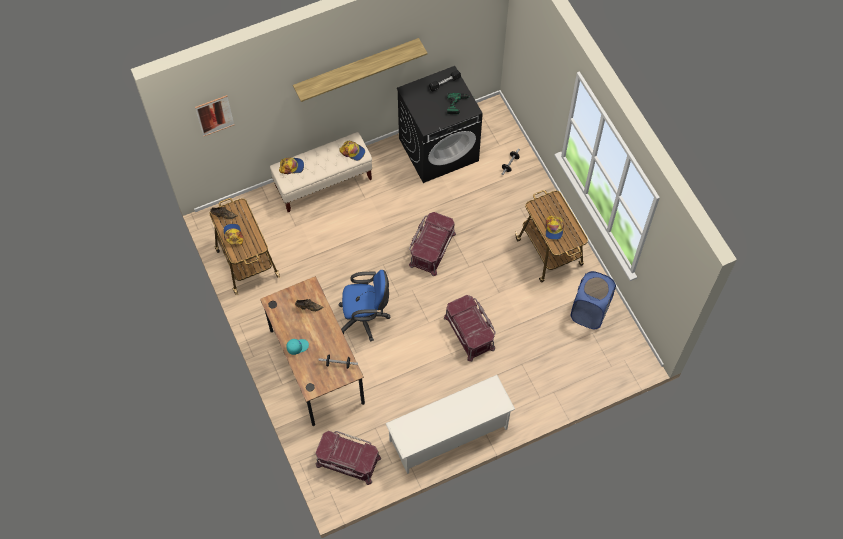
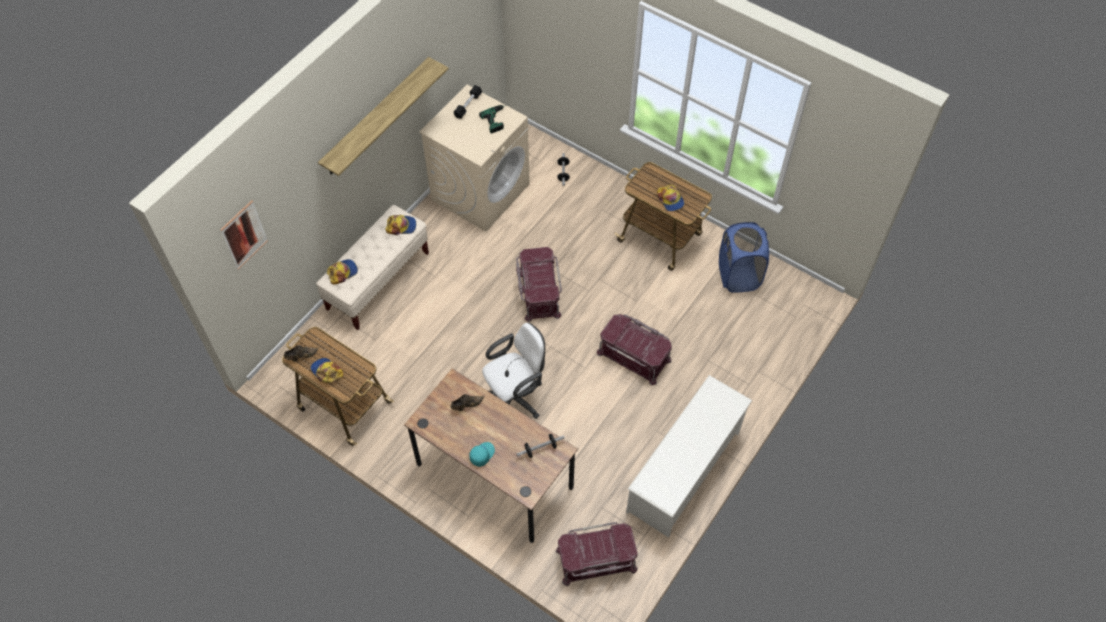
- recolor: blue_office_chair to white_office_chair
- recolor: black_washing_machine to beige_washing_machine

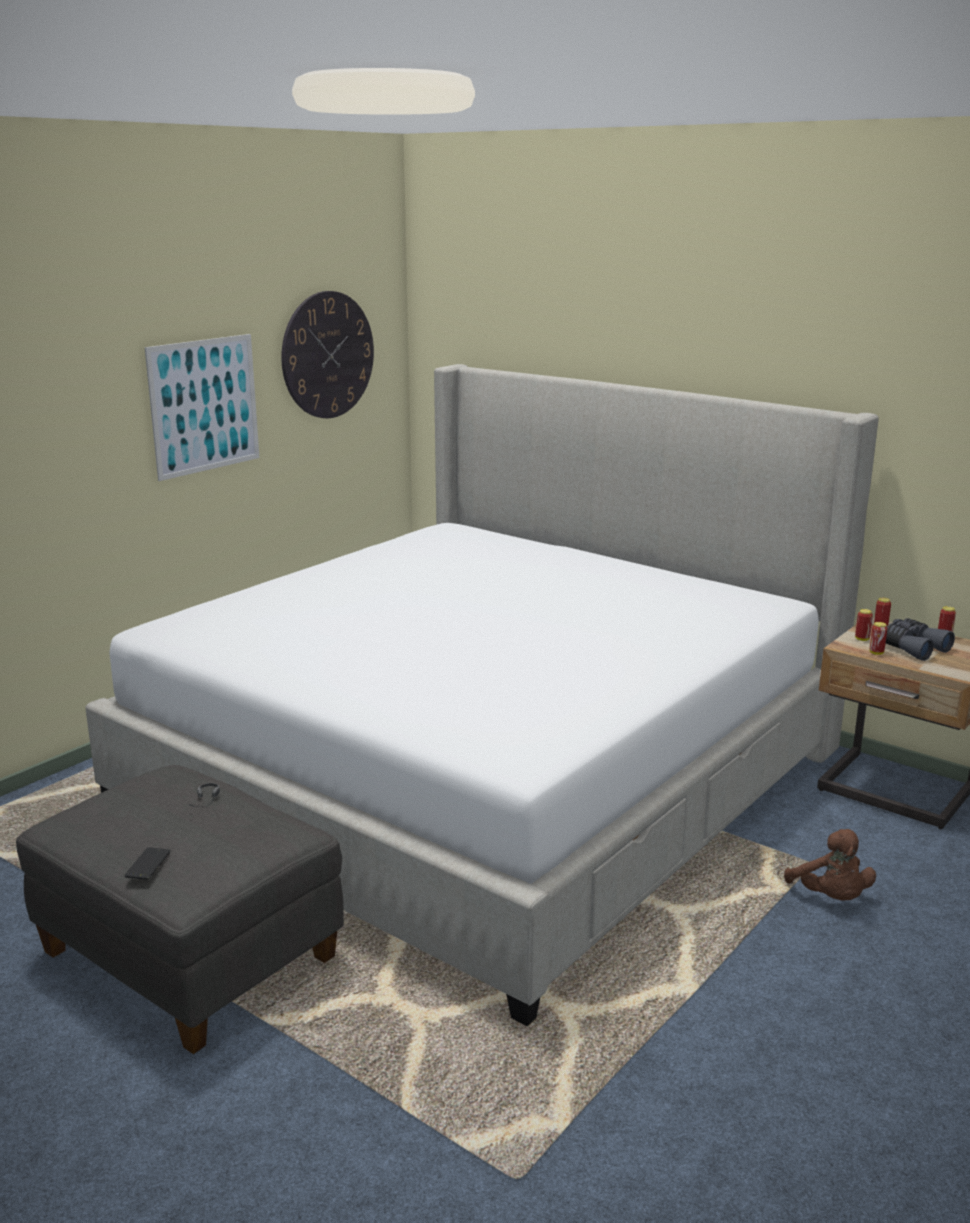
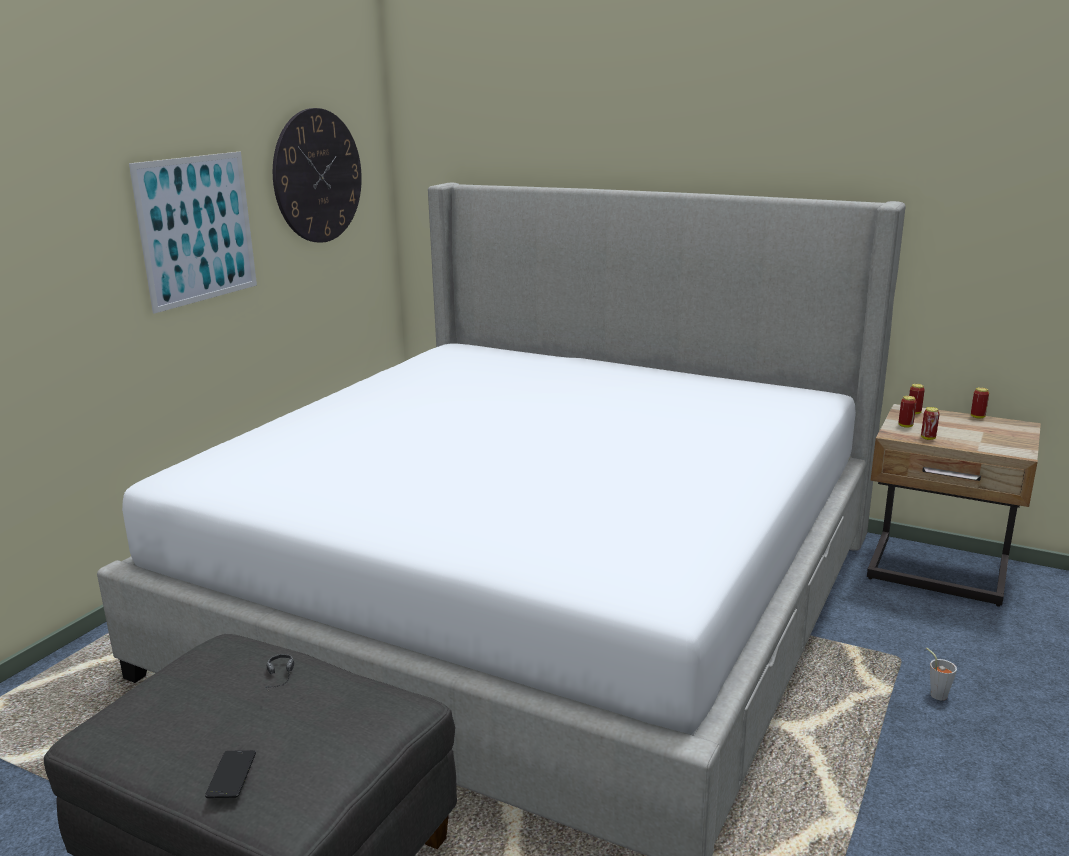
- replace: brown_plush_toy to grey_cup
- delete: grey_binoculars

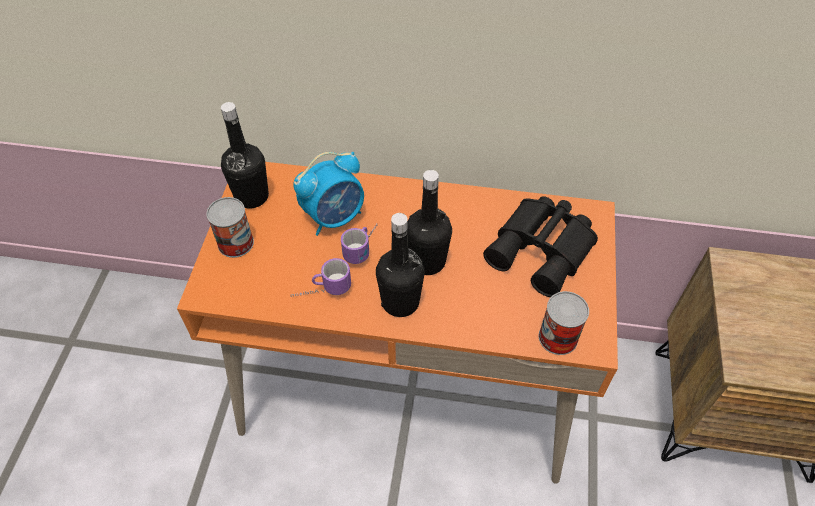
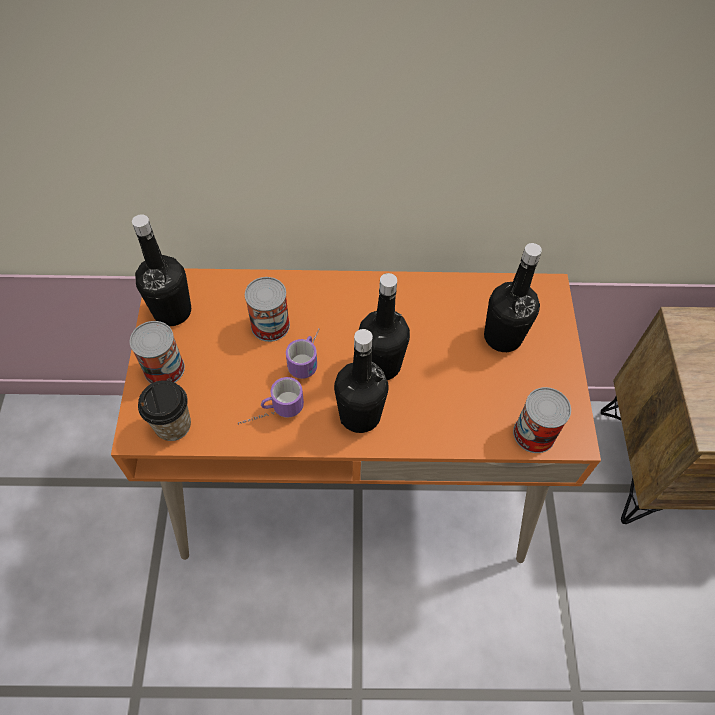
- replace: alarm_clock to can (2nd from left)
- replace: black_binoculars to black_bottle (4th from left)
- insert: cup

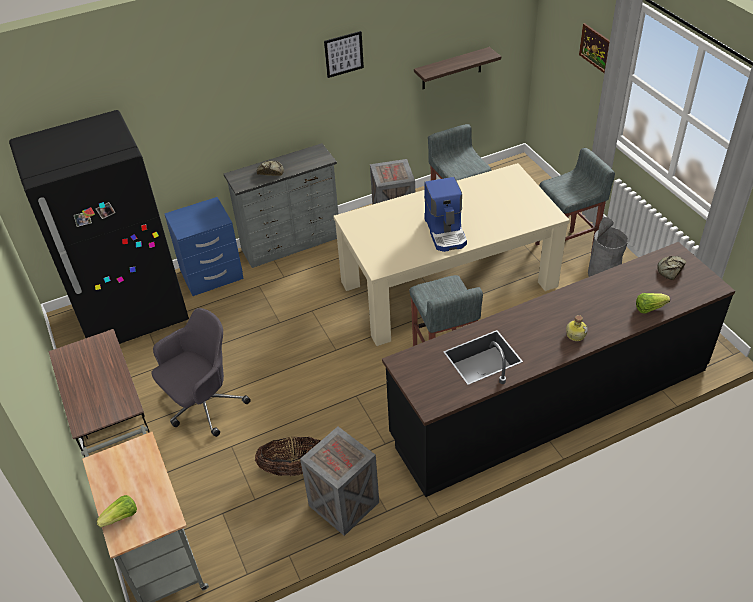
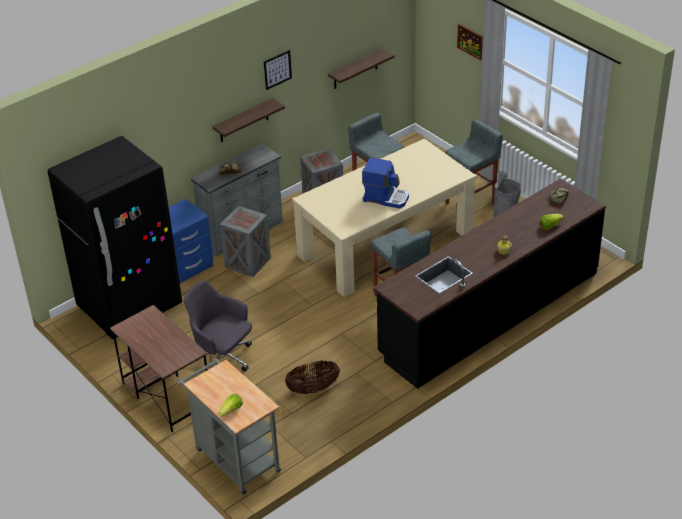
- rotate: grey_office_chair 90 degrees counterclockwise
- move: crate (1st from left)
- rotate: coffee_machine 45 degrees counterclockwise
- insert: shelf (1st from left)

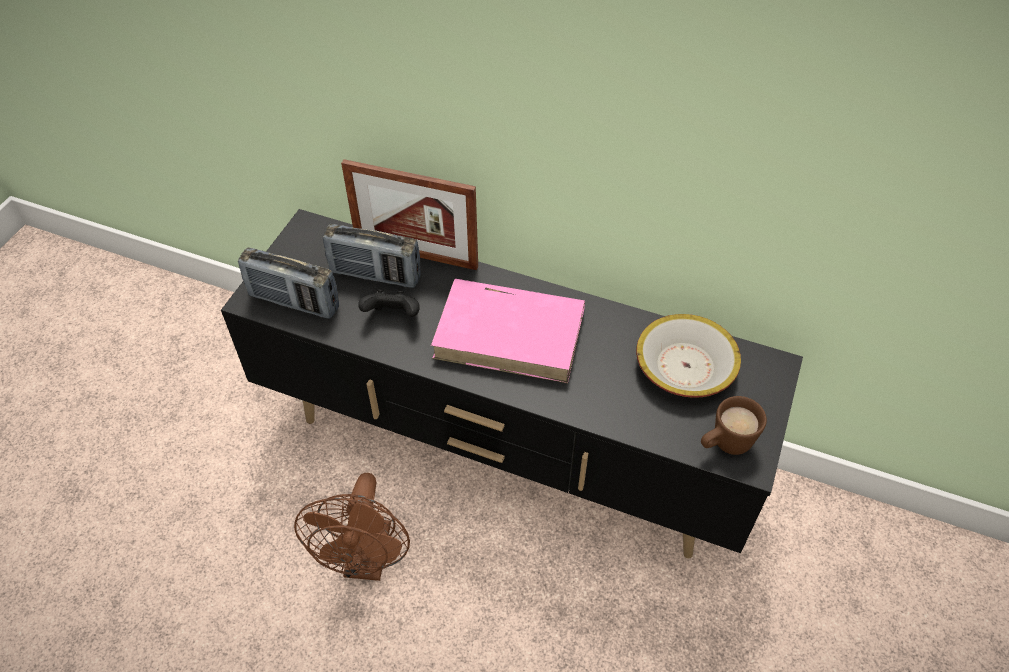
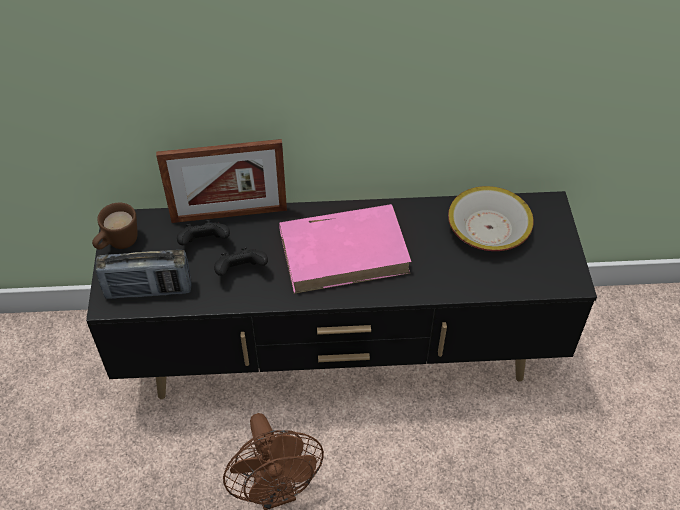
- replace: radio (2nd from left) to black_game_controller (1st from left)
- move: brown_mug

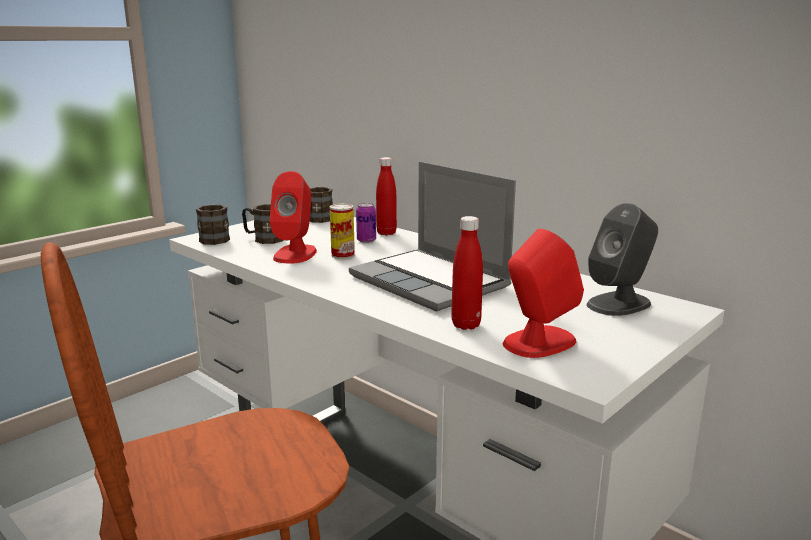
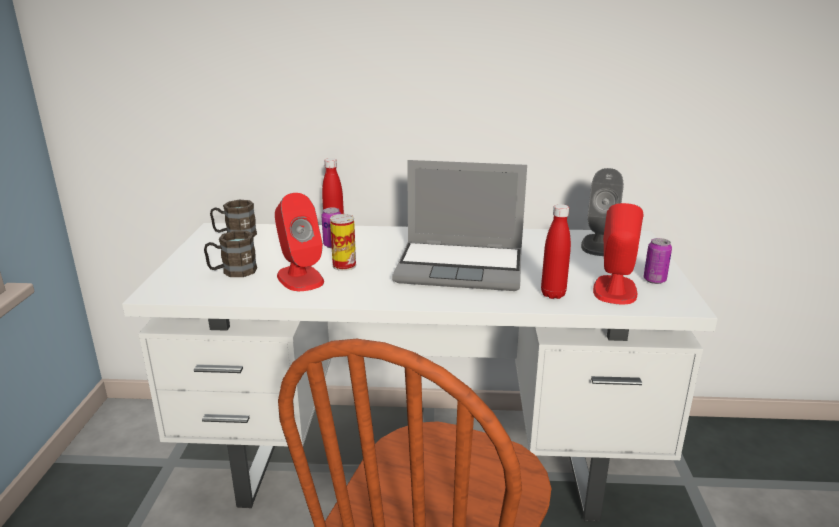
- delete: brown_mug (1st from left)
- insert: can (3rd from left)

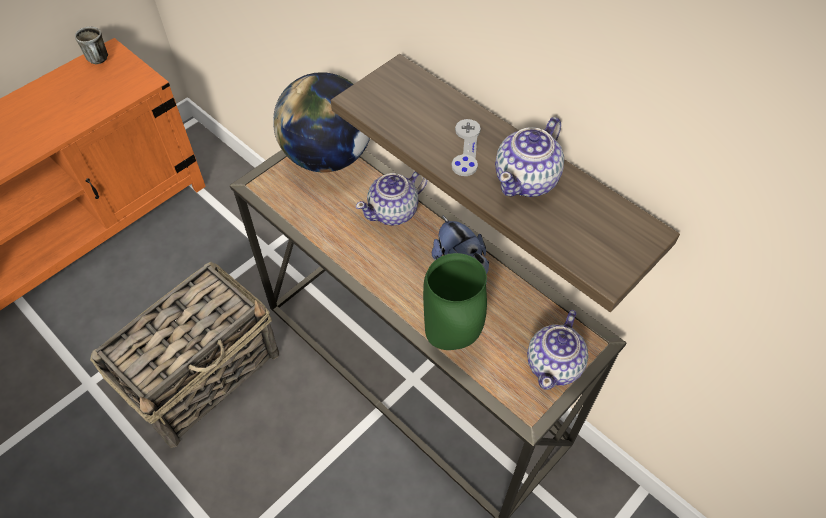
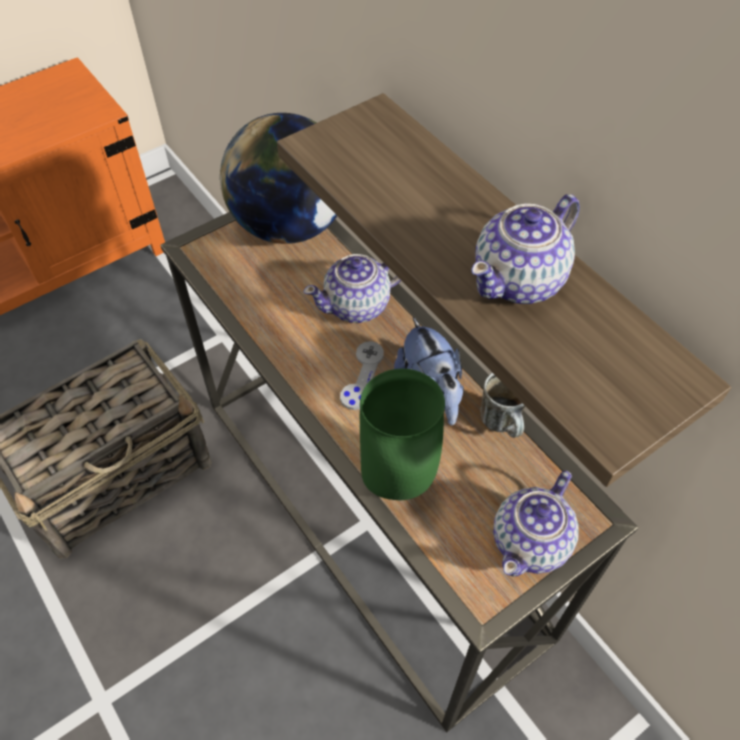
- move: mug
- move: grey_game_controller

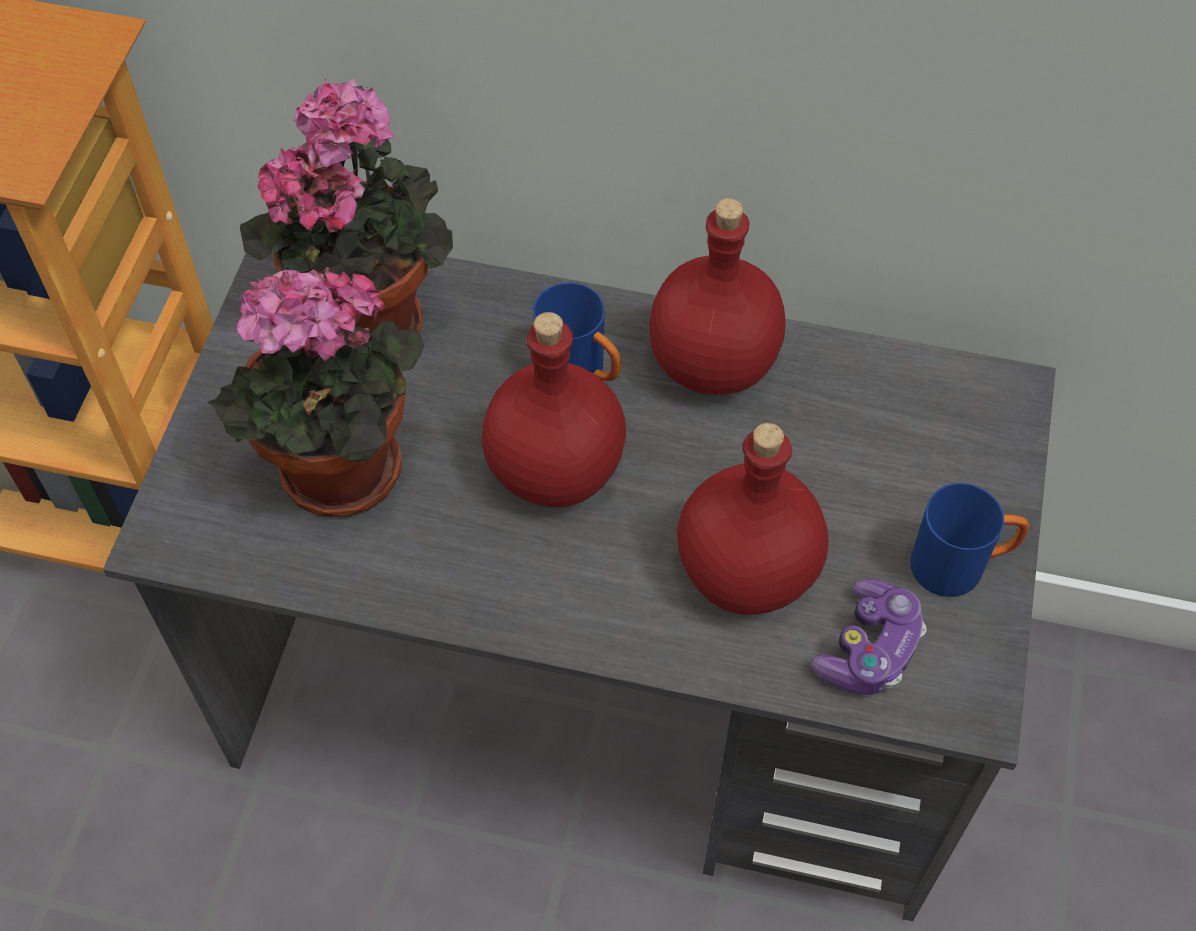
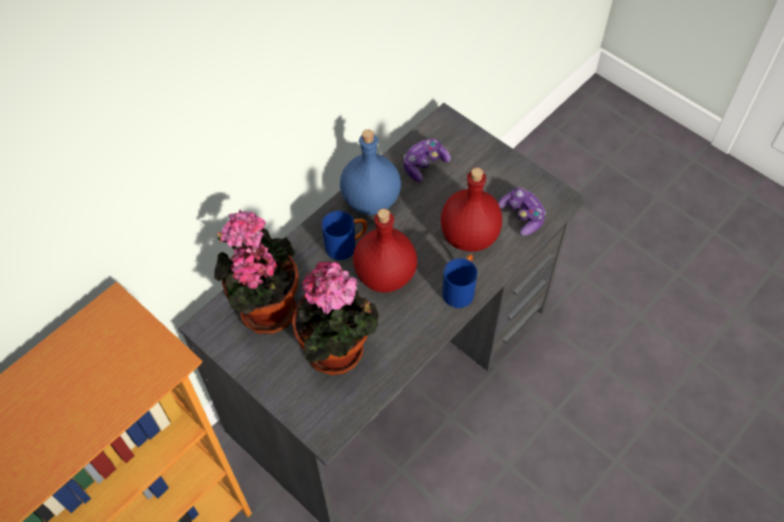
- recolor: red_bottle (2nd from left) to blue_bottle
- move: blue_mug (2nd from left)
- insert: game_controller (1st from left)

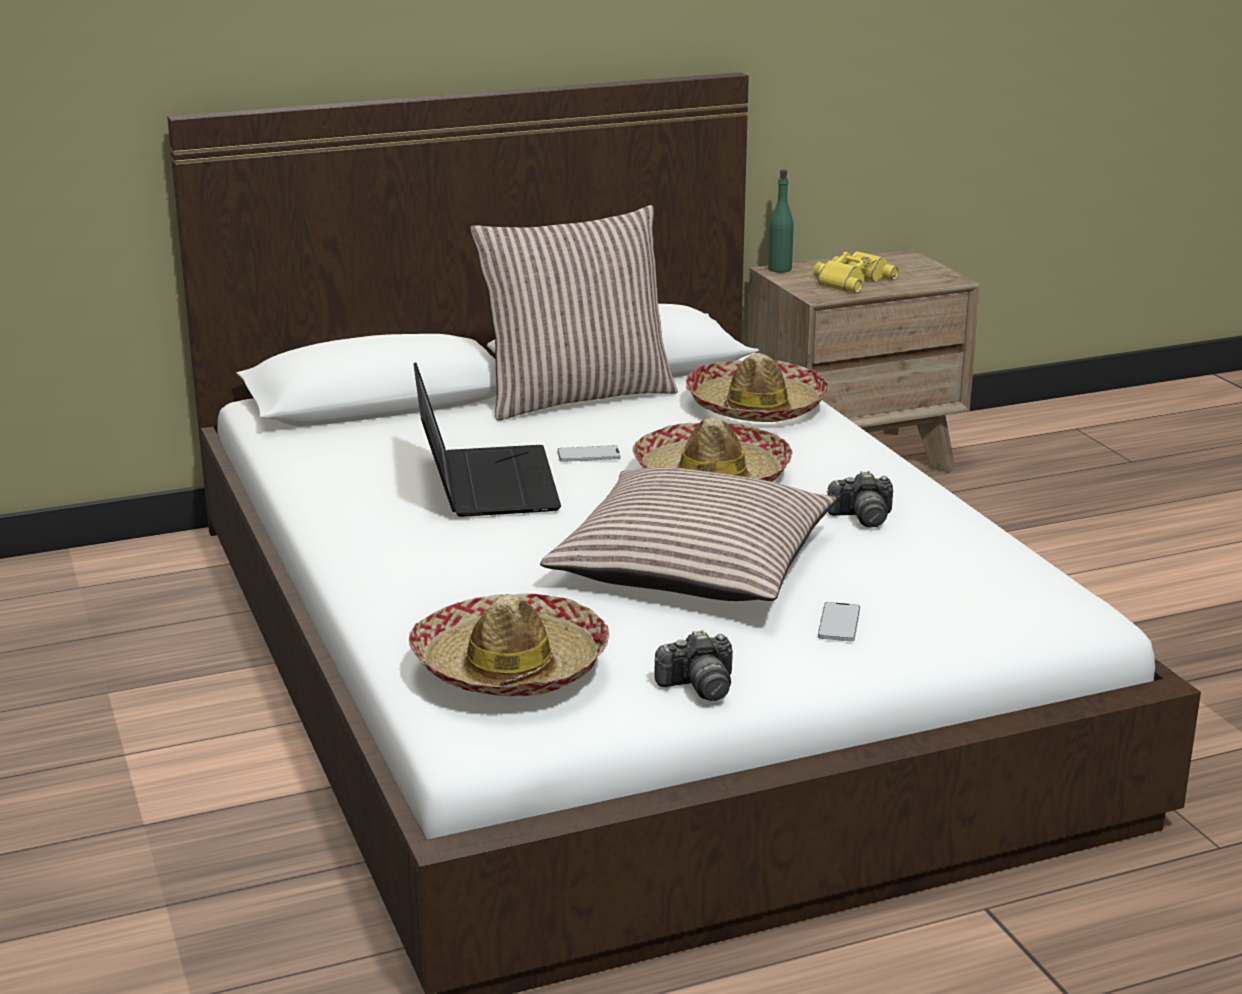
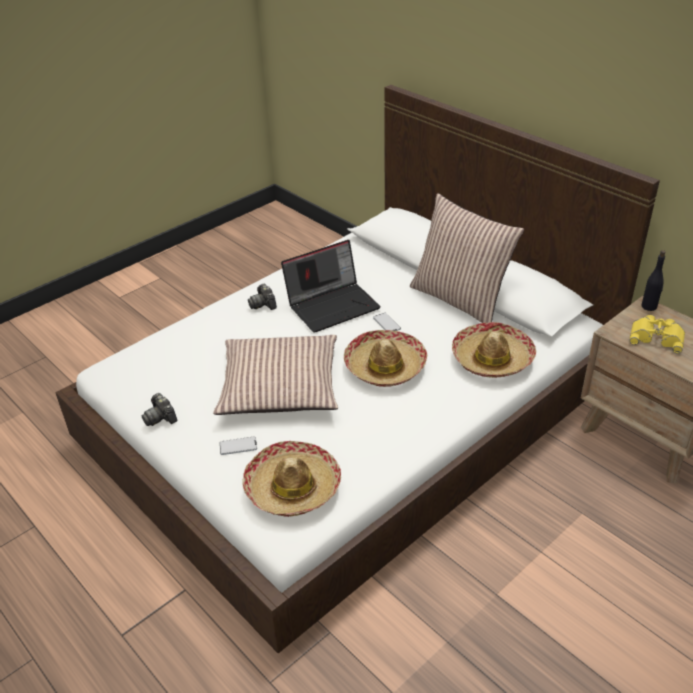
- move: hat (1st from left)
- recolor: green_bottle to black_bottle
- move: photo_camera (2nd from left)

